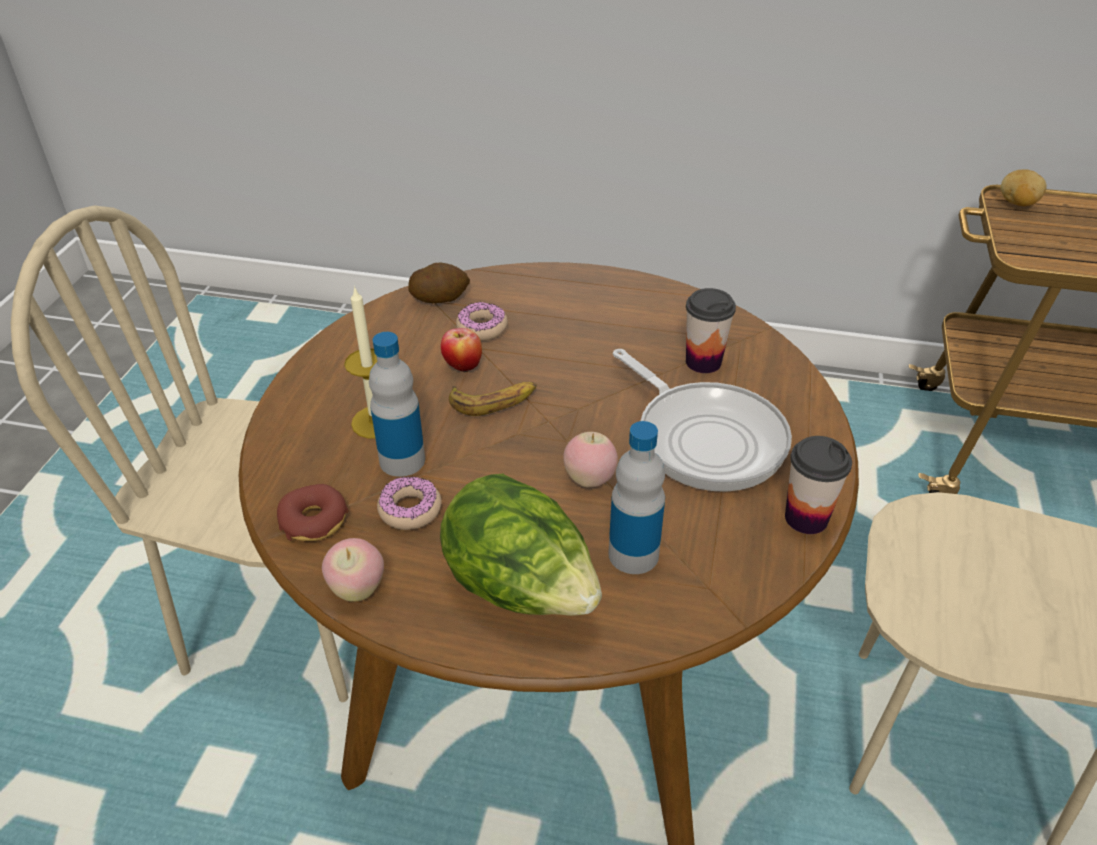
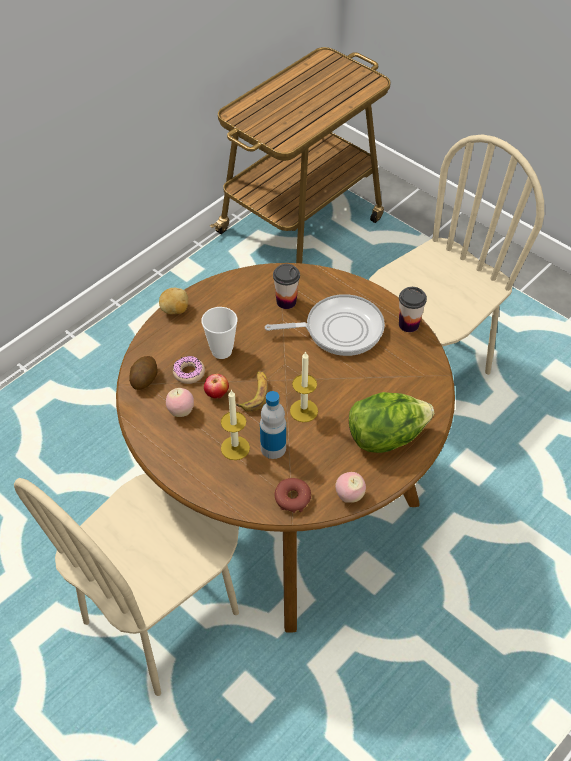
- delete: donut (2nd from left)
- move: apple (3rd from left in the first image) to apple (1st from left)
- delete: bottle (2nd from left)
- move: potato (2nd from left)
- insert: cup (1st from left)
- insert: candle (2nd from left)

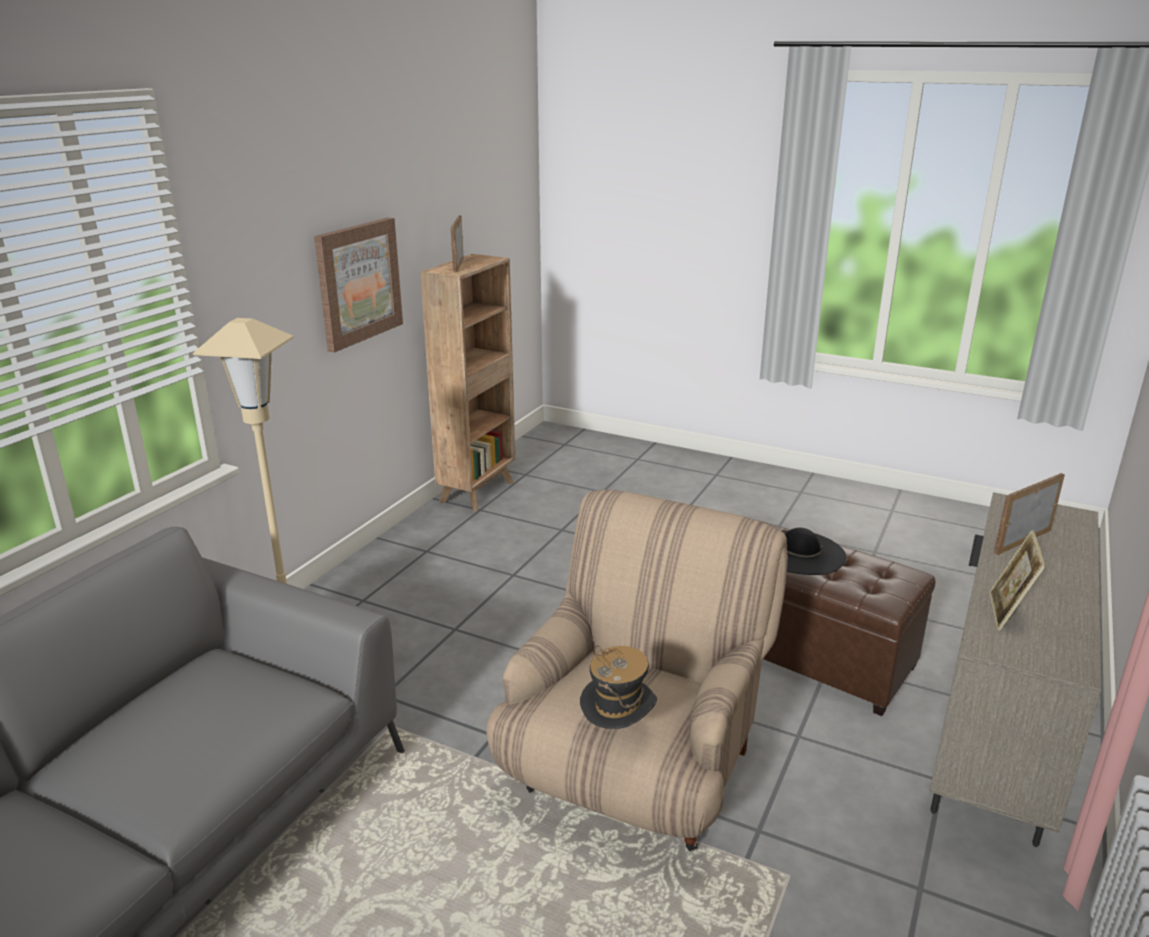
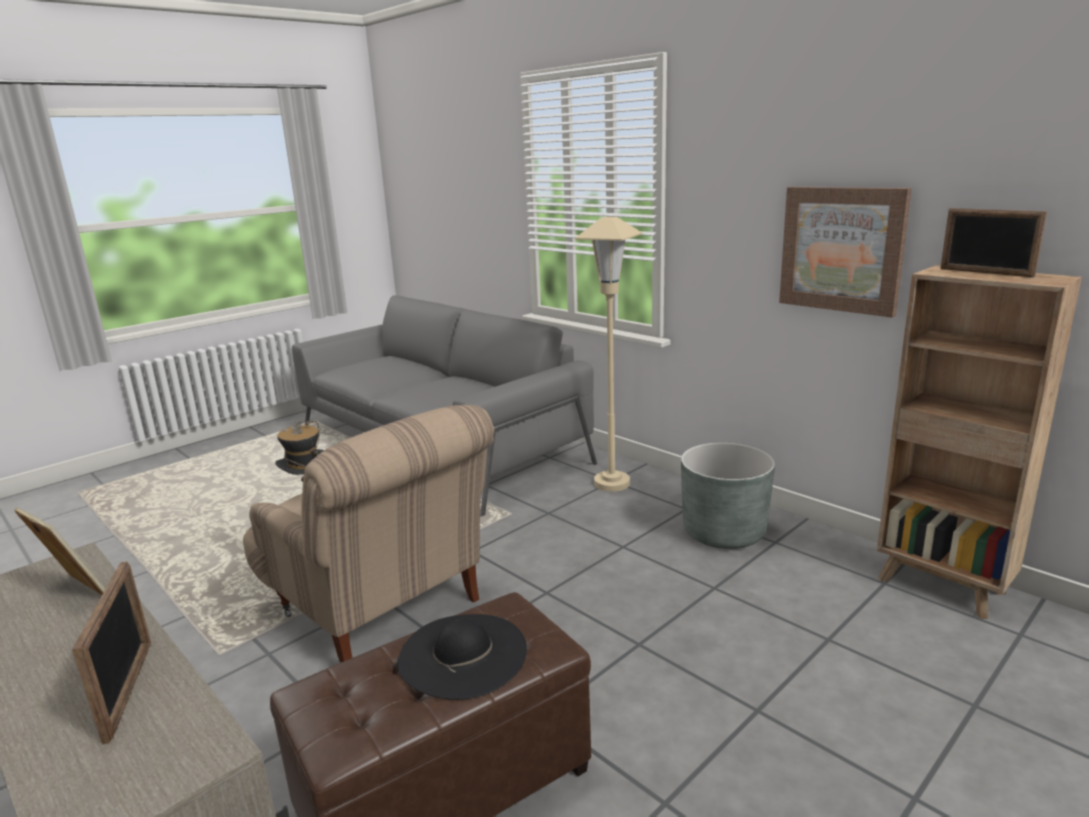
- rotate: picture_frame (1st from left in the first image) 150 degrees counterclockwise
- insert: grey_planter

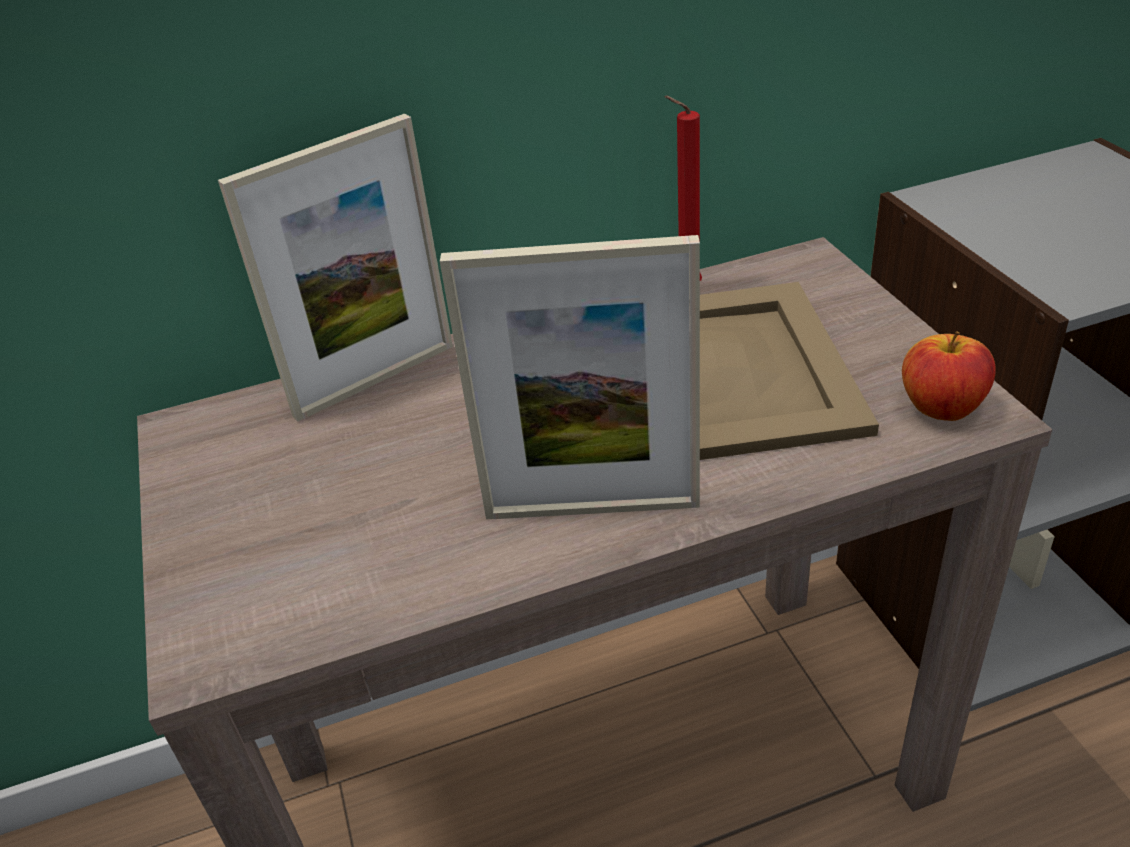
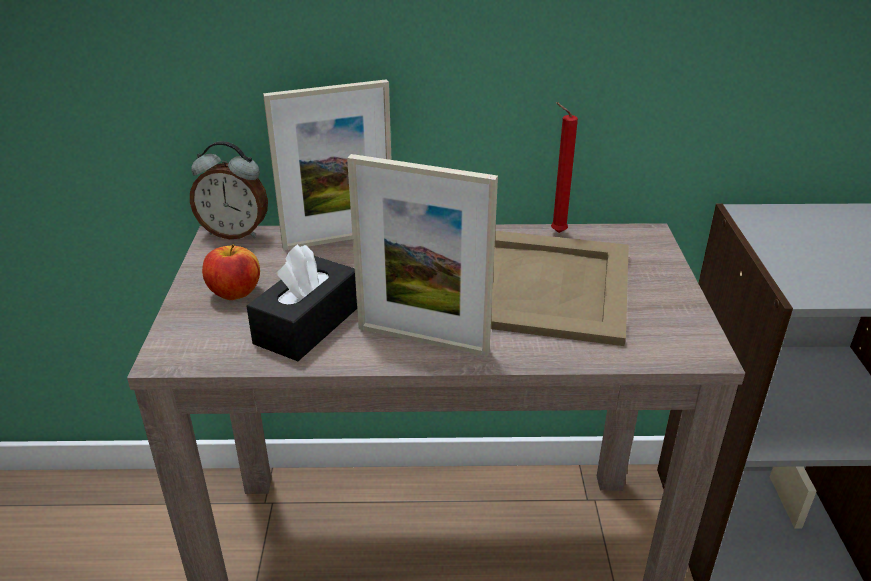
- move: apple
- insert: alarm_clock
- insert: black_tissue_box

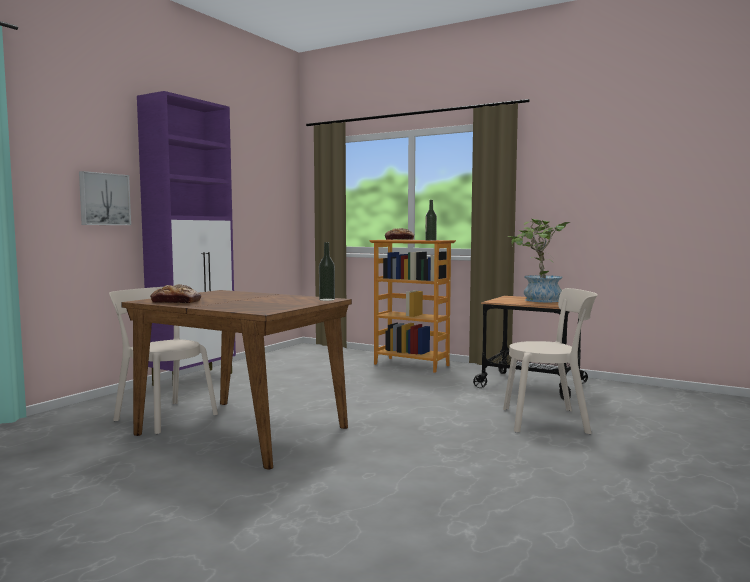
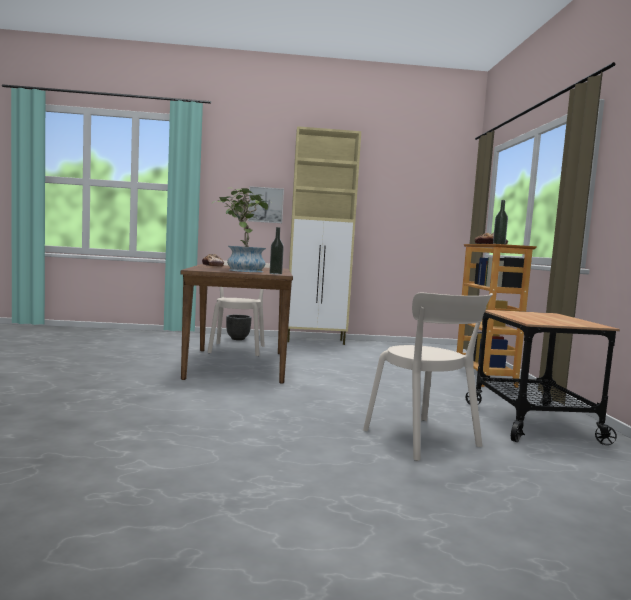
- recolor: purple_cabinet to beige_cabinet
- move: potted_plant
- insert: black_planter

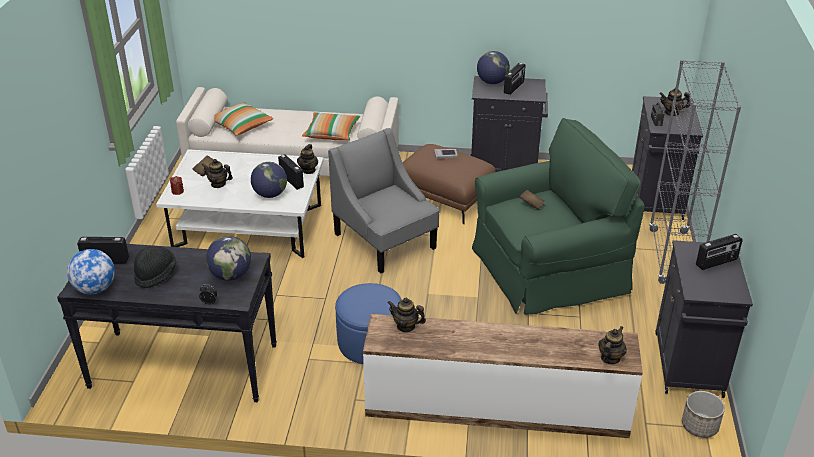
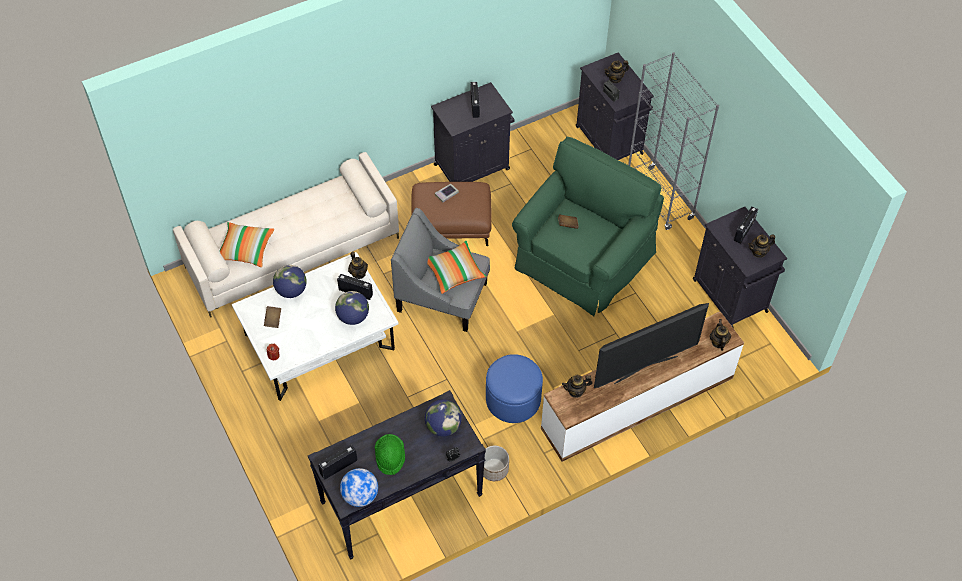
- recolor: black_hat to green_hat
- move: teapot (1st from left in the first image) to teapot (5th from left)
- move: pillow (2nd from left)
- move: globe (4th from left in the first image) to globe (1st from left)
- move: planter
- insert: television

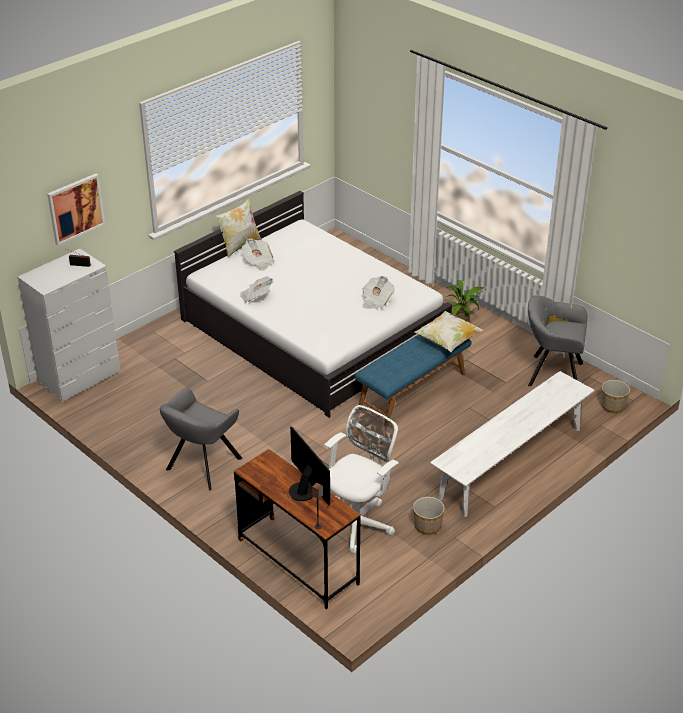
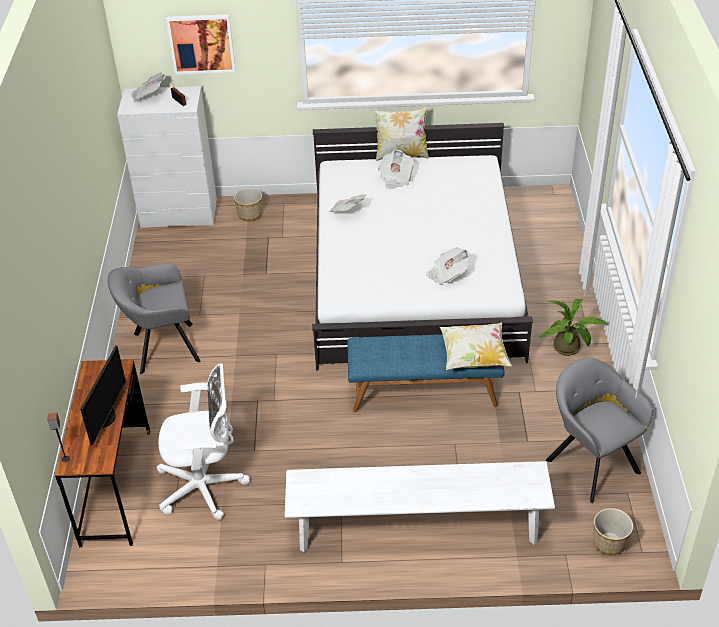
- move: planter (1st from left)
- insert: newspaper (1st from left)

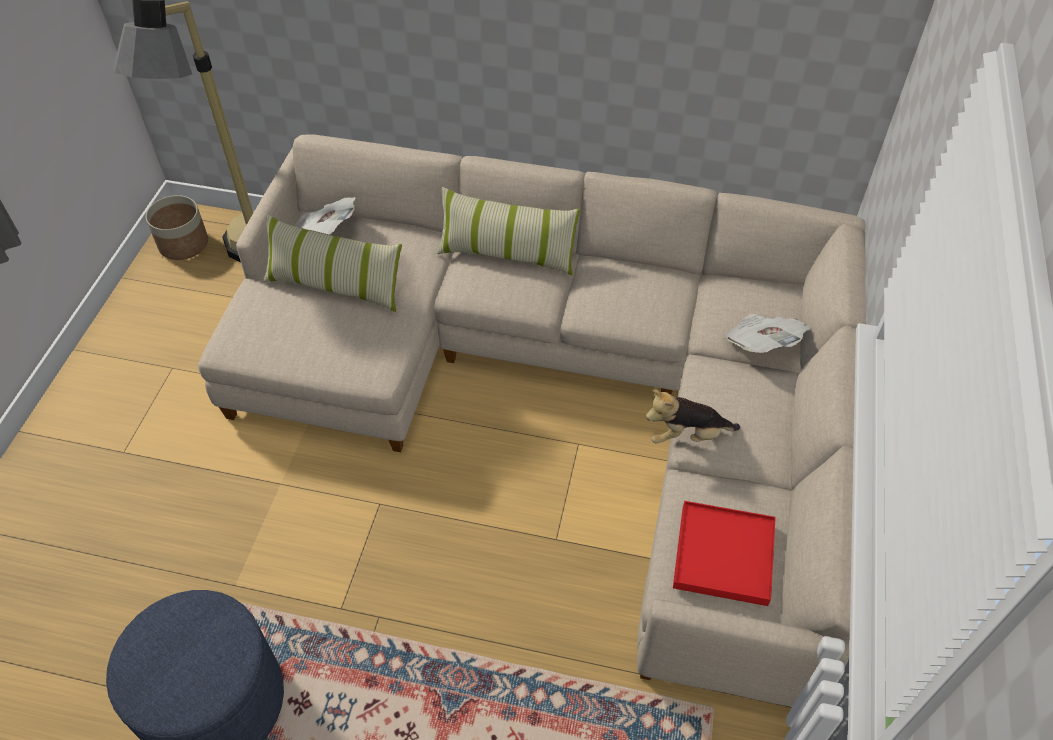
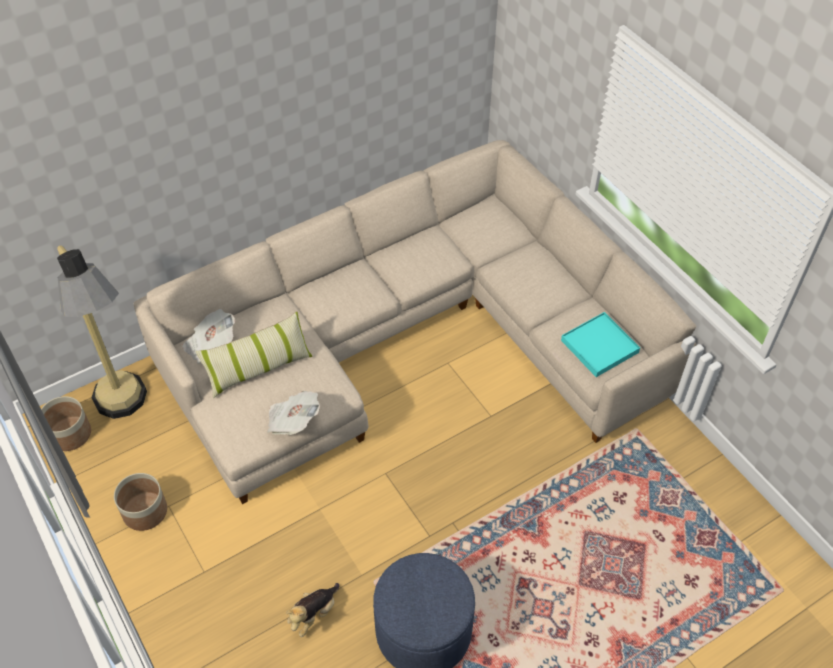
- delete: pillow (2nd from left)
- move: plush_toy
- recolor: red_tray to turquoise_tray
- move: newspaper (2nd from left)
- insert: planter (2nd from left)

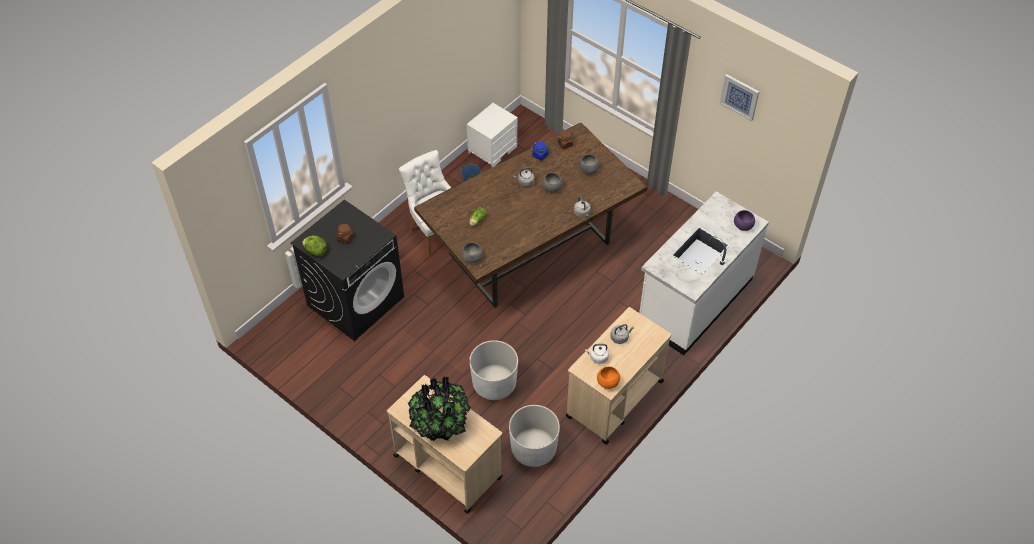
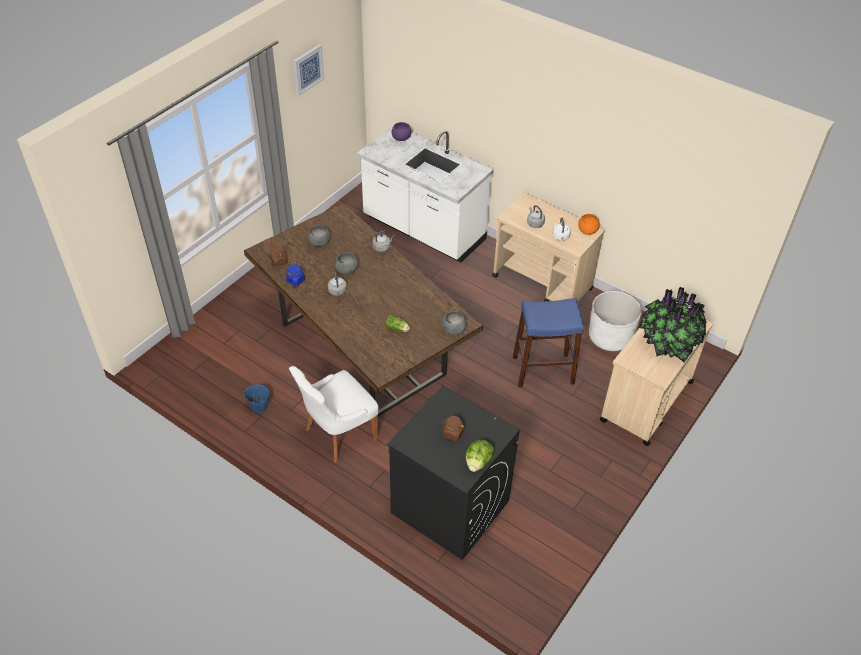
- delete: white_nightstand
- replace: white_planter (1st from left) to blue_stool

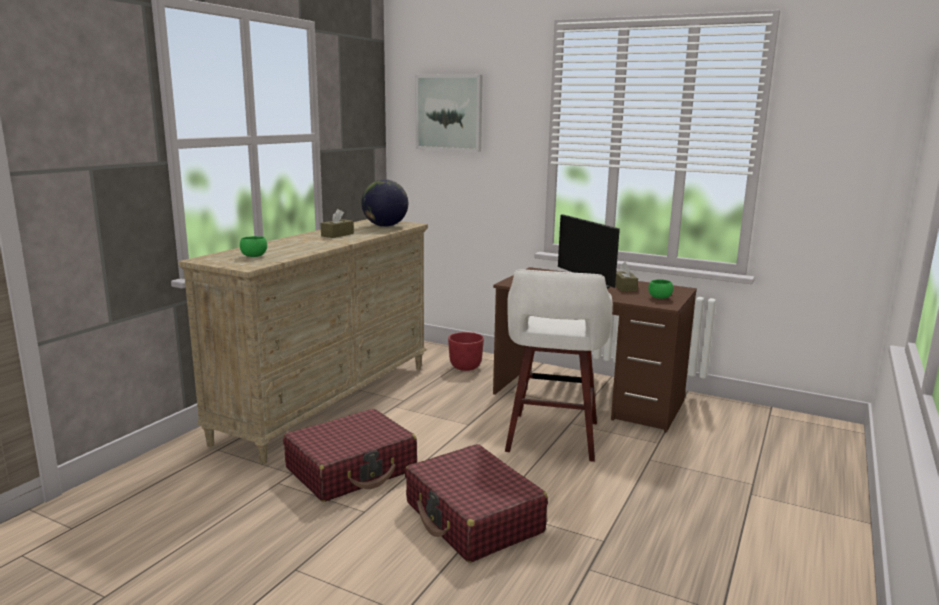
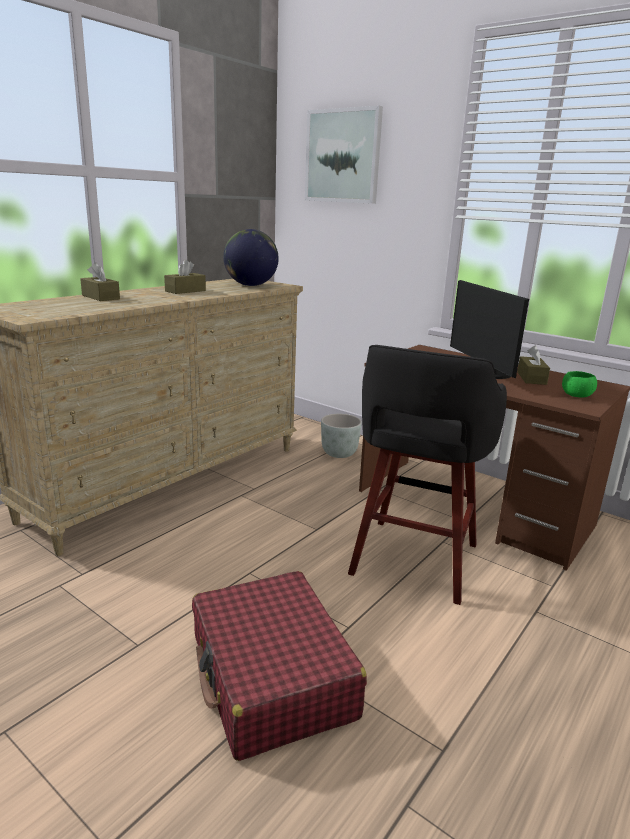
- delete: green_bowl (1st from left)
- delete: red_suitcase (1st from left)
- recolor: red_planter to grey_planter
- recolor: white_stool to black_stool
- insert: brown_tissue_box (1st from left)

